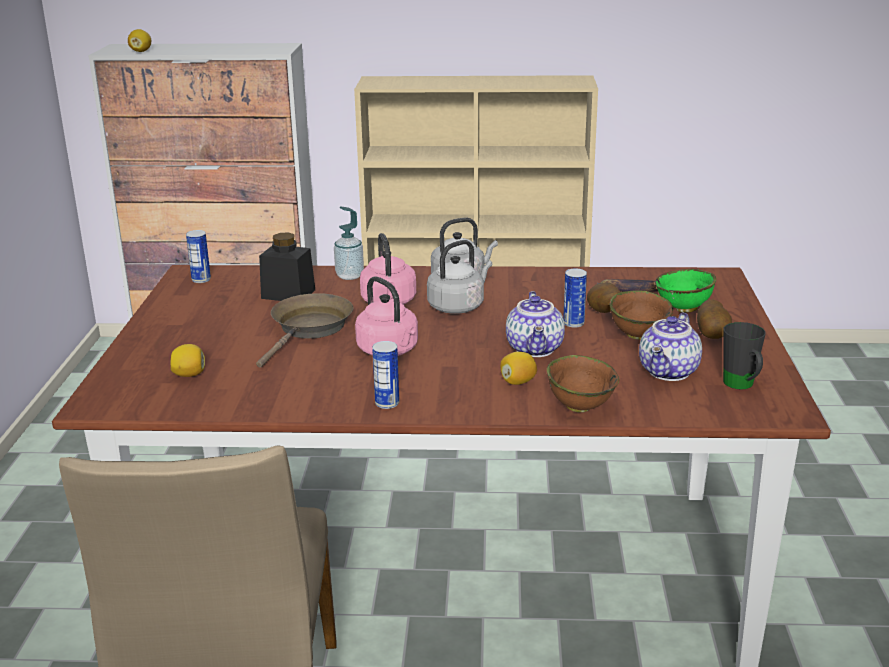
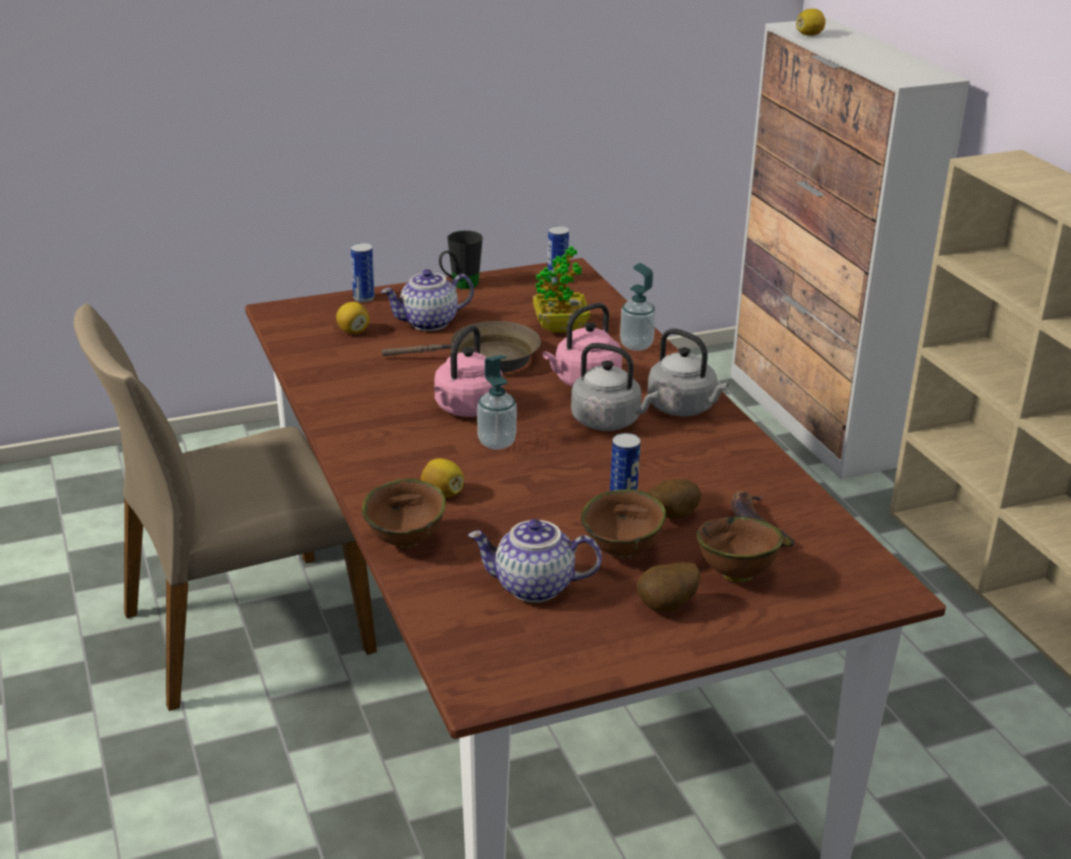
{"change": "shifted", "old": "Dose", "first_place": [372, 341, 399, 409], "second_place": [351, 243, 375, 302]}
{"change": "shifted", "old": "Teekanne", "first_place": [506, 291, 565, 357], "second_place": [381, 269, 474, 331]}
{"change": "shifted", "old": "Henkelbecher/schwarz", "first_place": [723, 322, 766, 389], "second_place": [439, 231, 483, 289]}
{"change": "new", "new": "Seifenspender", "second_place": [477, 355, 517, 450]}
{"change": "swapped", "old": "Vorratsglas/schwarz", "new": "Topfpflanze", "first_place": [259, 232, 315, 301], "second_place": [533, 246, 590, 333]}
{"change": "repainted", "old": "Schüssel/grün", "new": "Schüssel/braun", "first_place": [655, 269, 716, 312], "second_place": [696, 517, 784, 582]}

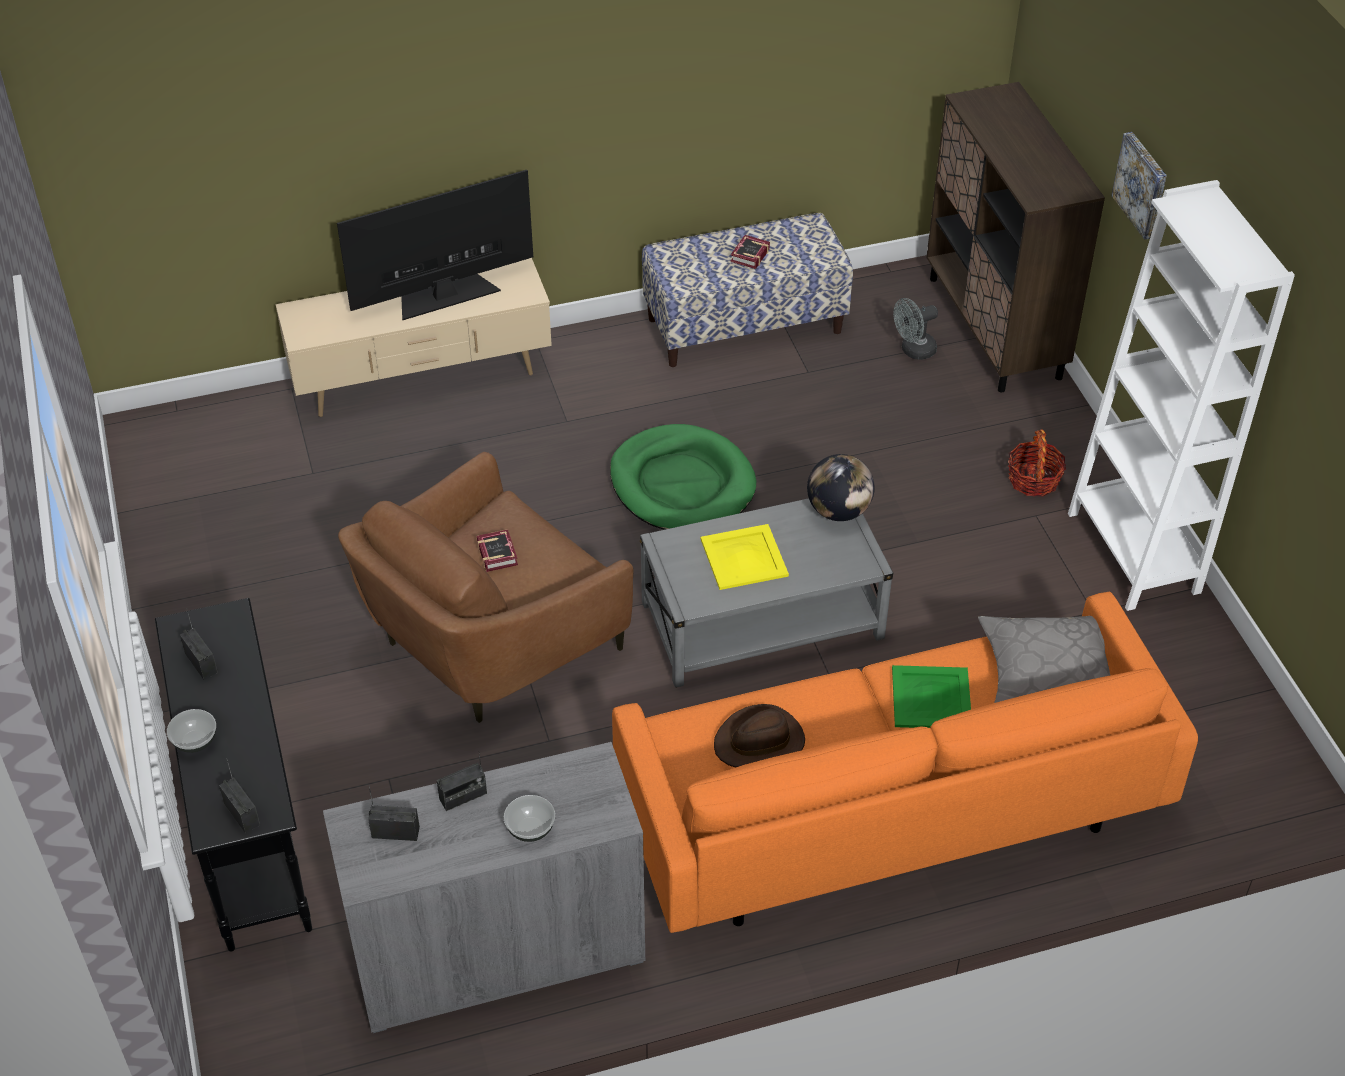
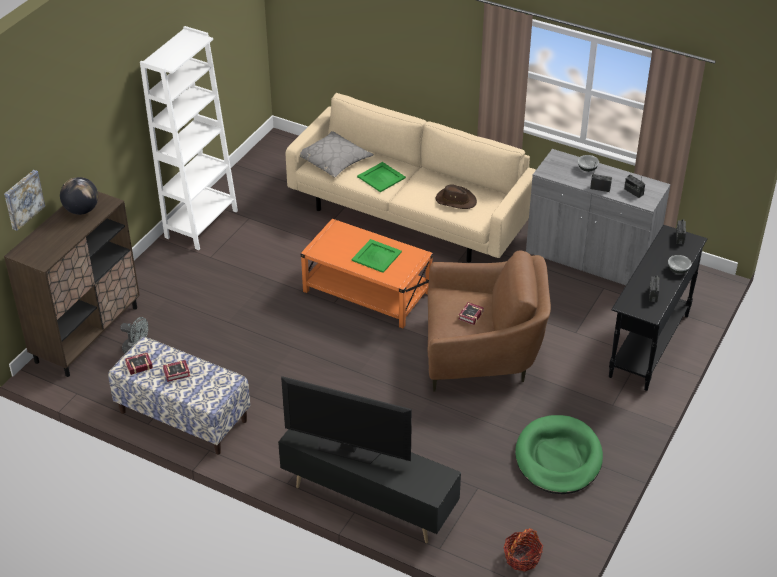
{"change": "shifted", "old": "Bild", "first_place": [1111, 132, 1167, 240], "second_place": [4, 170, 45, 231]}
{"change": "shifted", "old": "Globus", "first_place": [807, 454, 875, 521], "second_place": [60, 177, 98, 215]}
{"change": "new", "new": "Buch", "second_place": [125, 353, 153, 375]}
{"change": "repainted", "old": "Fernsehschrank/beige", "new": "Fernsehschrank/schwarz", "first_place": [276, 258, 552, 417], "second_place": [278, 429, 461, 544]}
{"change": "repainted", "old": "Sofa/orange", "new": "Sofa/beige", "first_place": [612, 592, 1198, 933], "second_place": [286, 93, 536, 262]}
{"change": "repainted", "old": "Couchtisch/grau", "new": "Couchtisch/orange", "first_place": [640, 498, 893, 688], "second_place": [301, 219, 433, 328]}
{"change": "repainted", "old": "Tablett/gelb", "new": "Tablett/grün", "first_place": [701, 524, 789, 590], "second_place": [352, 239, 402, 273]}
{"change": "shifted", "old": "Korb", "first_place": [1008, 429, 1066, 497], "second_place": [504, 528, 543, 572]}
{"change": "shifted", "old": "Hundebett/grün", "first_place": [610, 424, 757, 530], "second_place": [515, 415, 603, 494]}

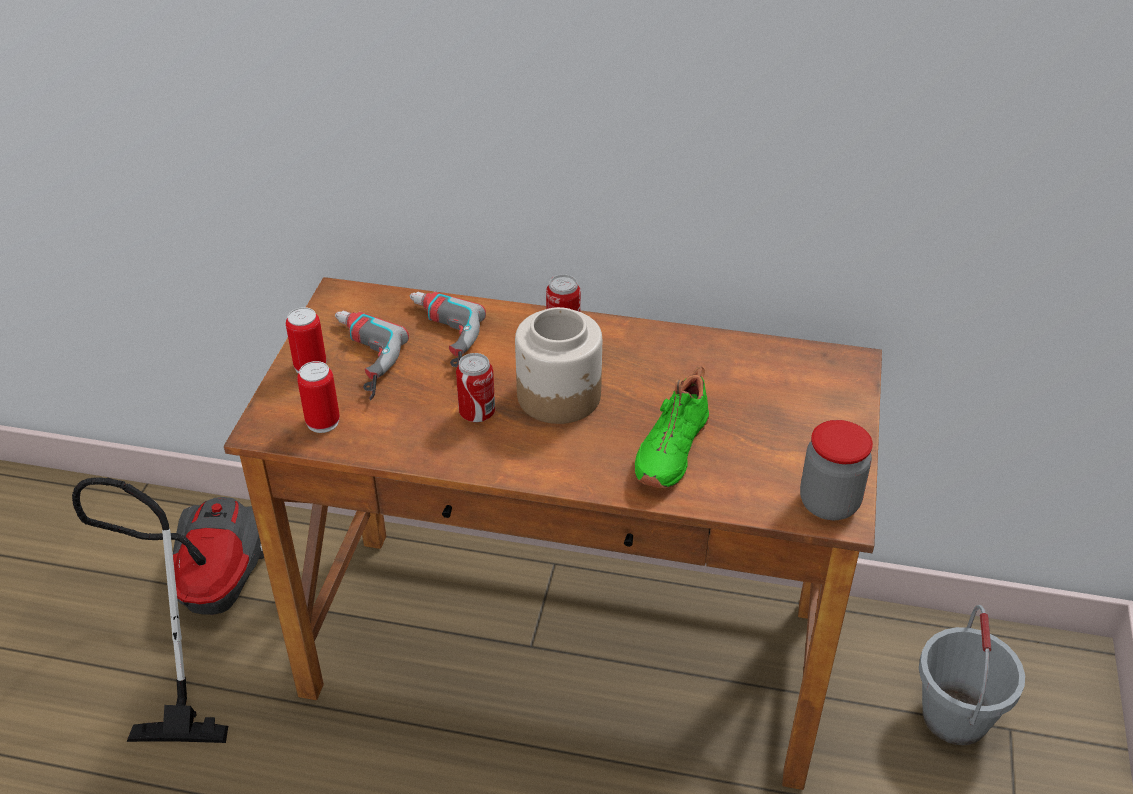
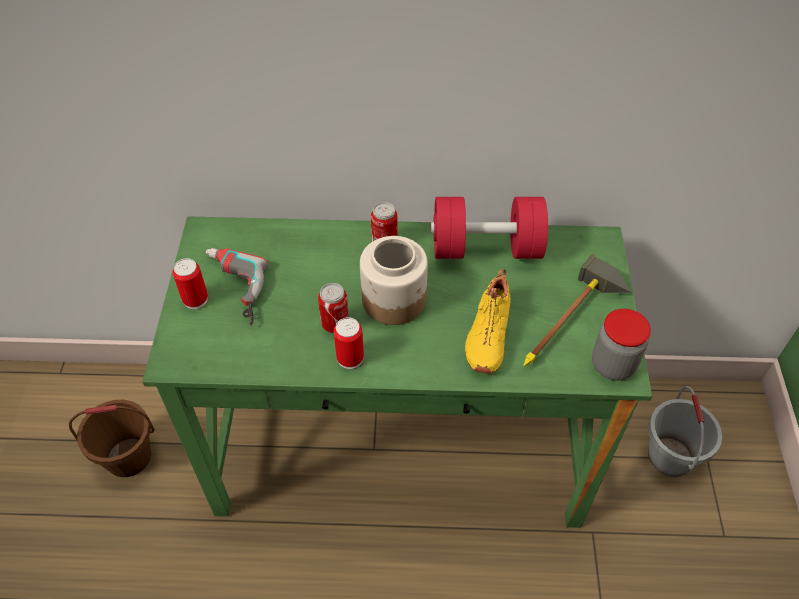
{"change": "swapped", "old": "Staubsauger", "new": "Eimer/braun", "first_place": [72, 477, 264, 743], "second_place": [69, 400, 155, 477]}
{"change": "repainted", "old": "Schreibtisch/braun", "new": "Schreibtisch/grün", "first_place": [224, 277, 882, 790], "second_place": [142, 216, 652, 528]}
{"change": "shifted", "old": "Dose", "first_place": [297, 361, 340, 433], "second_place": [334, 317, 364, 369]}
{"change": "new", "new": "Hantel/rot", "second_place": [431, 197, 548, 259]}
{"change": "repainted", "old": "Schuh/grün", "new": "Schuh/gelb", "first_place": [635, 366, 709, 488], "second_place": [465, 269, 511, 373]}
{"change": "new", "new": "Hammer", "second_place": [523, 254, 632, 367]}
{"change": "gone", "old": "Bohrmaschine", "first_place": [410, 292, 486, 367]}

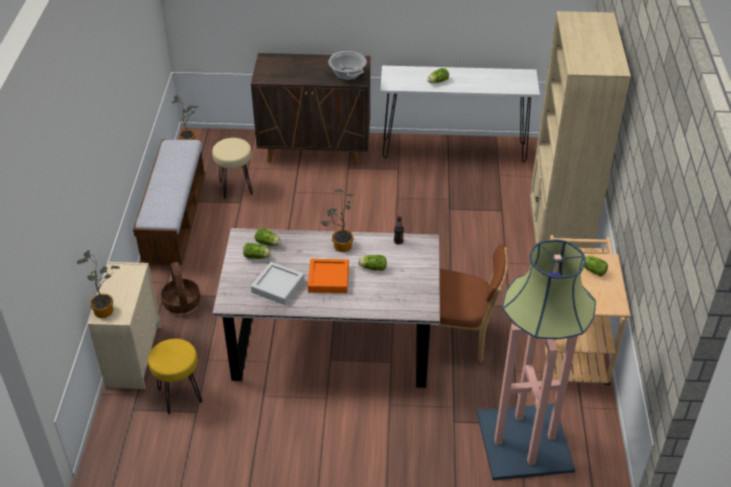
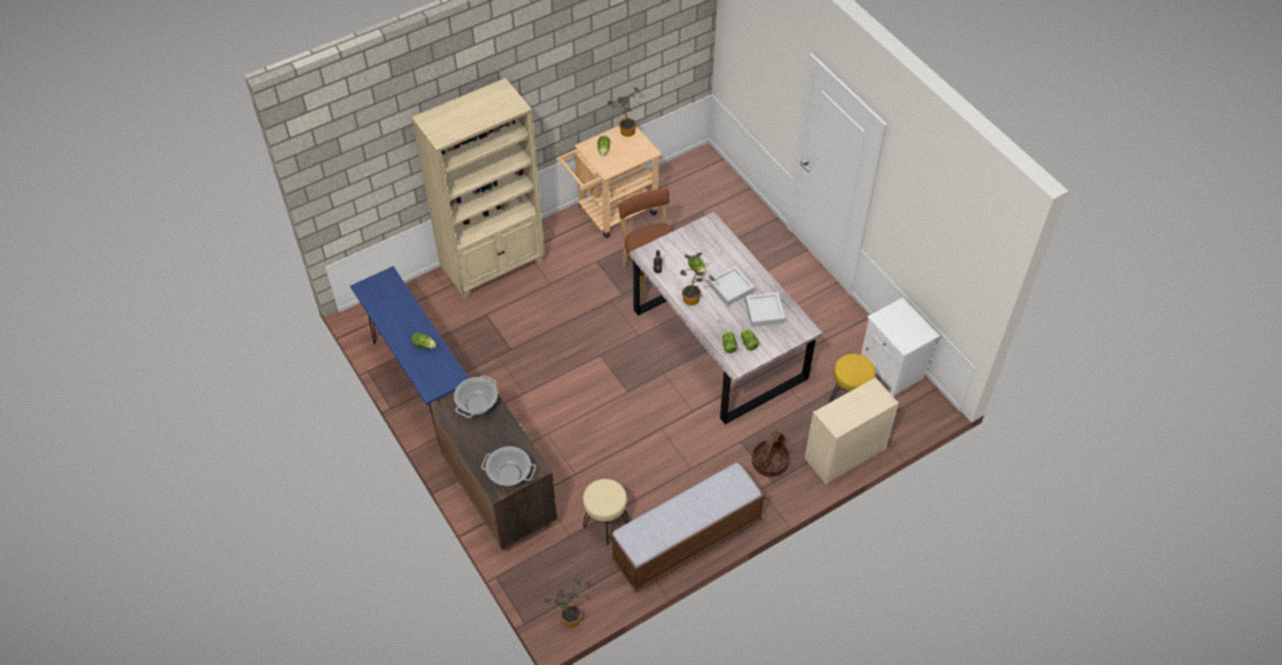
{"change": "repainted", "old": "Konsolentisch/weiß", "new": "Konsolentisch/blau", "first_place": [380, 66, 540, 162], "second_place": [350, 266, 469, 447]}
{"change": "new", "new": "Kochtopf", "second_place": [481, 446, 536, 486]}
{"change": "shifted", "old": "Topfpflanze", "first_place": [77, 250, 120, 318], "second_place": [608, 87, 639, 137]}
{"change": "repainted", "old": "Tablett/orange", "new": "Tablett/grau", "first_place": [308, 259, 349, 293], "second_place": [709, 266, 755, 306]}
{"change": "new", "new": "Nachttisch/weiß", "second_place": [861, 298, 940, 397]}
{"change": "gone", "old": "Stehlampe", "first_place": [477, 239, 596, 480]}

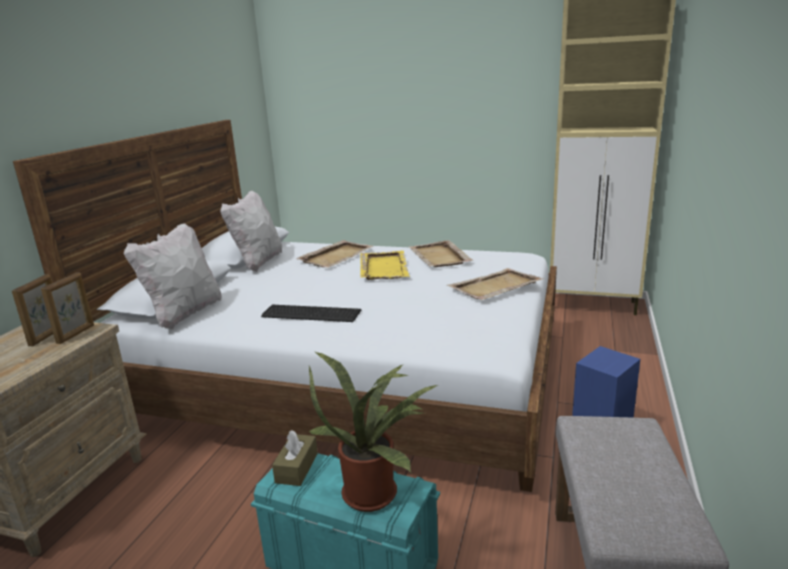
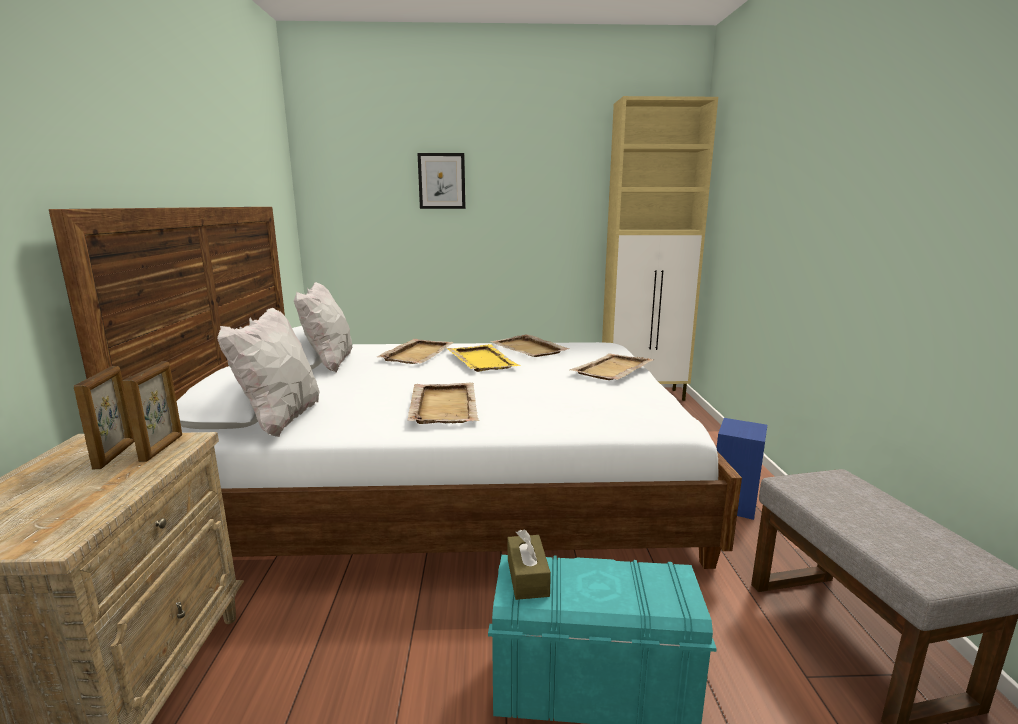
{"change": "swapped", "old": "Tastatur", "new": "Tablett/beige", "first_place": [261, 305, 361, 322], "second_place": [408, 382, 480, 424]}
{"change": "new", "new": "Bild", "second_place": [417, 153, 466, 209]}
{"change": "gone", "old": "Topfpflanze", "first_place": [309, 352, 438, 512]}

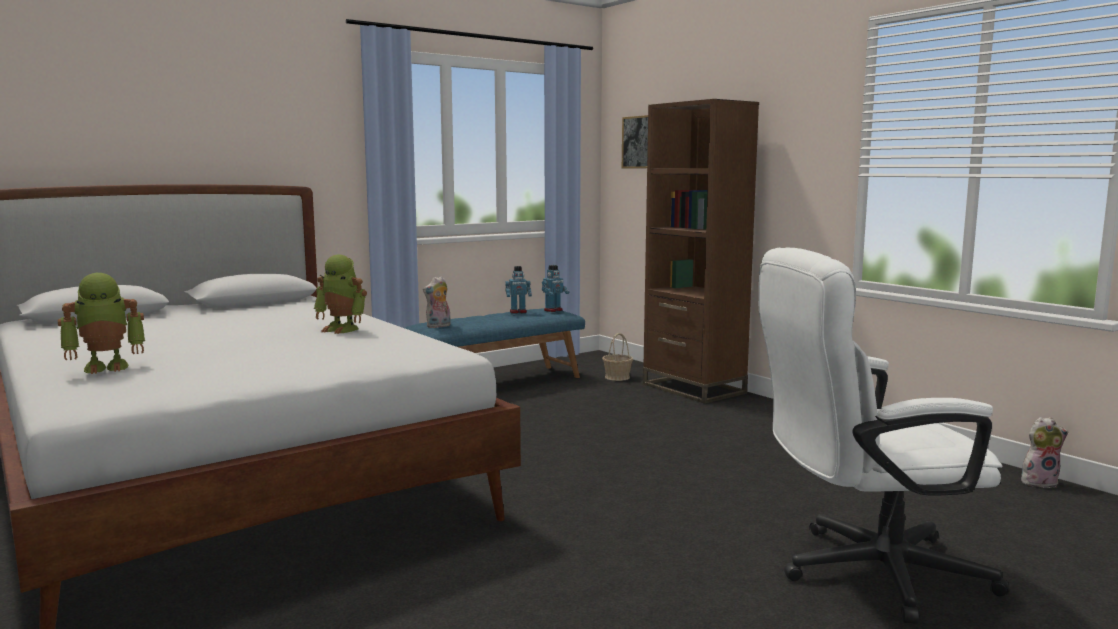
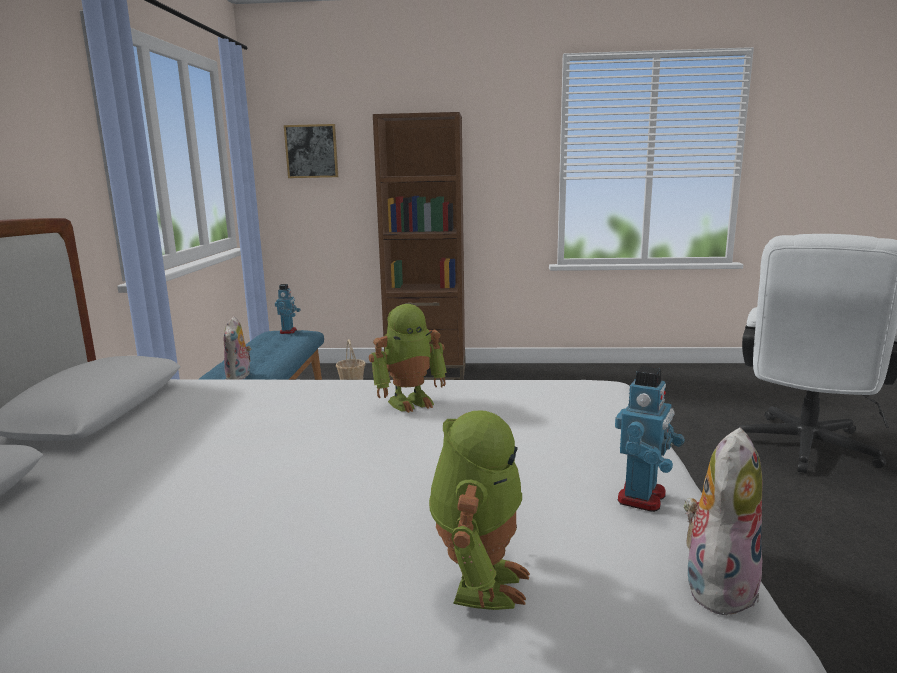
{"change": "shifted", "old": "Spielzeugroboter", "first_place": [505, 266, 532, 314], "second_place": [615, 366, 685, 512]}
{"change": "shifted", "old": "Plüschtier", "first_place": [1021, 417, 1068, 488], "second_place": [684, 428, 763, 620]}

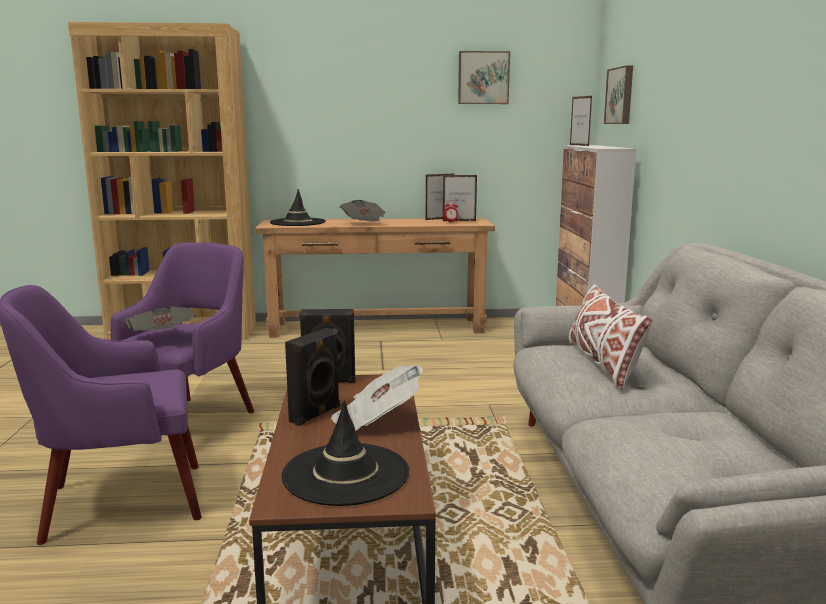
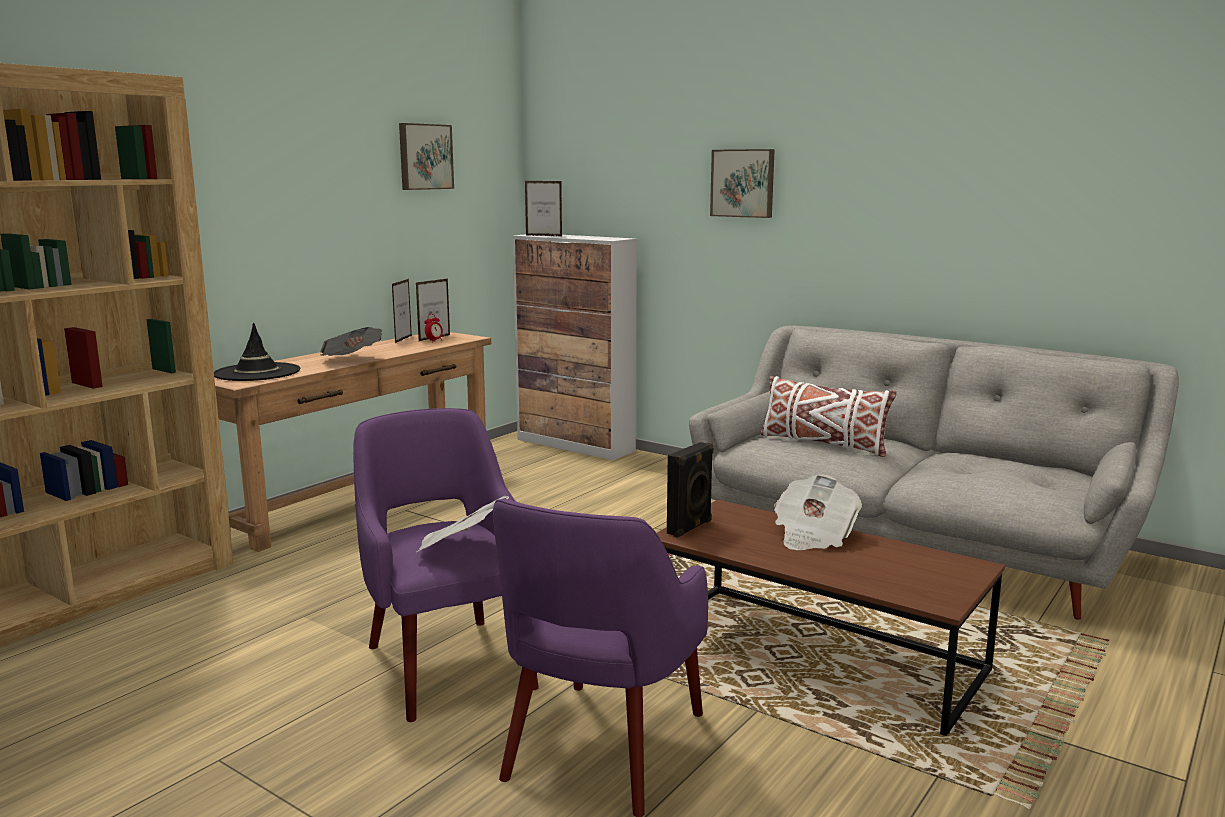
{"change": "shifted", "old": "Bild", "first_place": [604, 65, 633, 124], "second_place": [710, 149, 775, 218]}
{"change": "gone", "old": "Hut/schwarz", "first_place": [282, 400, 409, 506]}
{"change": "gone", "old": "Lautsprecher/schwarz", "first_place": [285, 328, 340, 426]}

